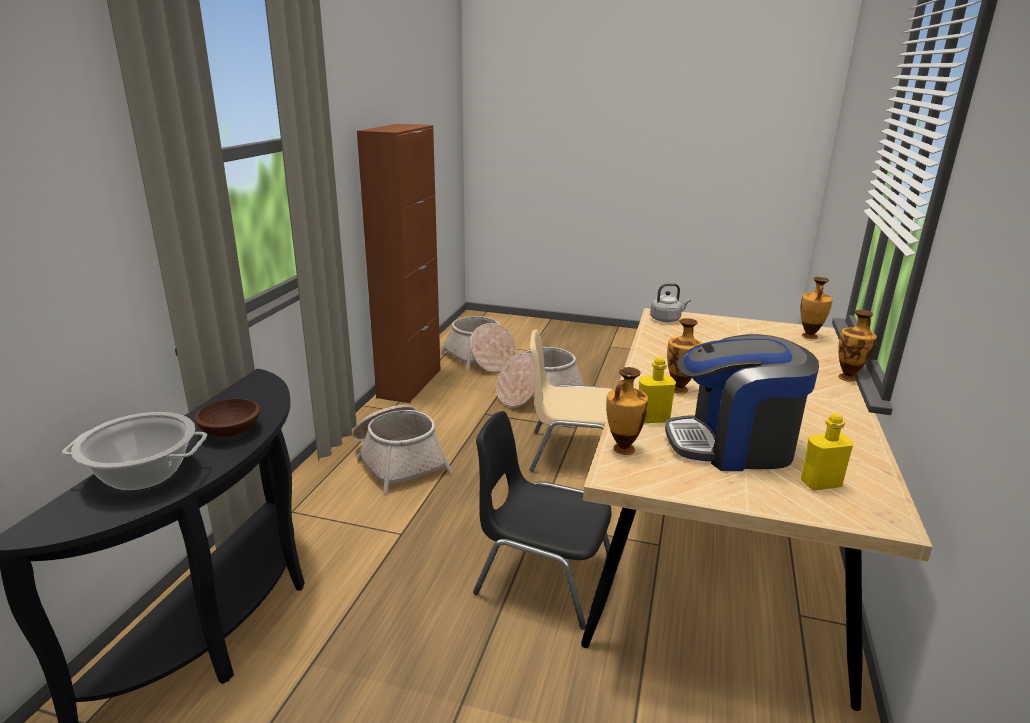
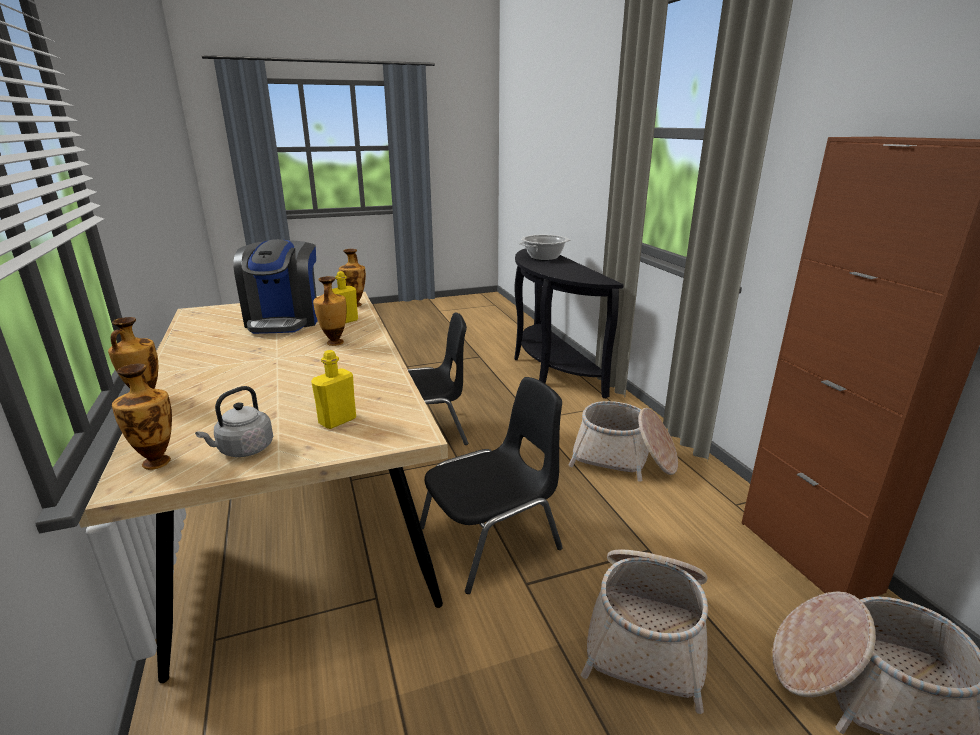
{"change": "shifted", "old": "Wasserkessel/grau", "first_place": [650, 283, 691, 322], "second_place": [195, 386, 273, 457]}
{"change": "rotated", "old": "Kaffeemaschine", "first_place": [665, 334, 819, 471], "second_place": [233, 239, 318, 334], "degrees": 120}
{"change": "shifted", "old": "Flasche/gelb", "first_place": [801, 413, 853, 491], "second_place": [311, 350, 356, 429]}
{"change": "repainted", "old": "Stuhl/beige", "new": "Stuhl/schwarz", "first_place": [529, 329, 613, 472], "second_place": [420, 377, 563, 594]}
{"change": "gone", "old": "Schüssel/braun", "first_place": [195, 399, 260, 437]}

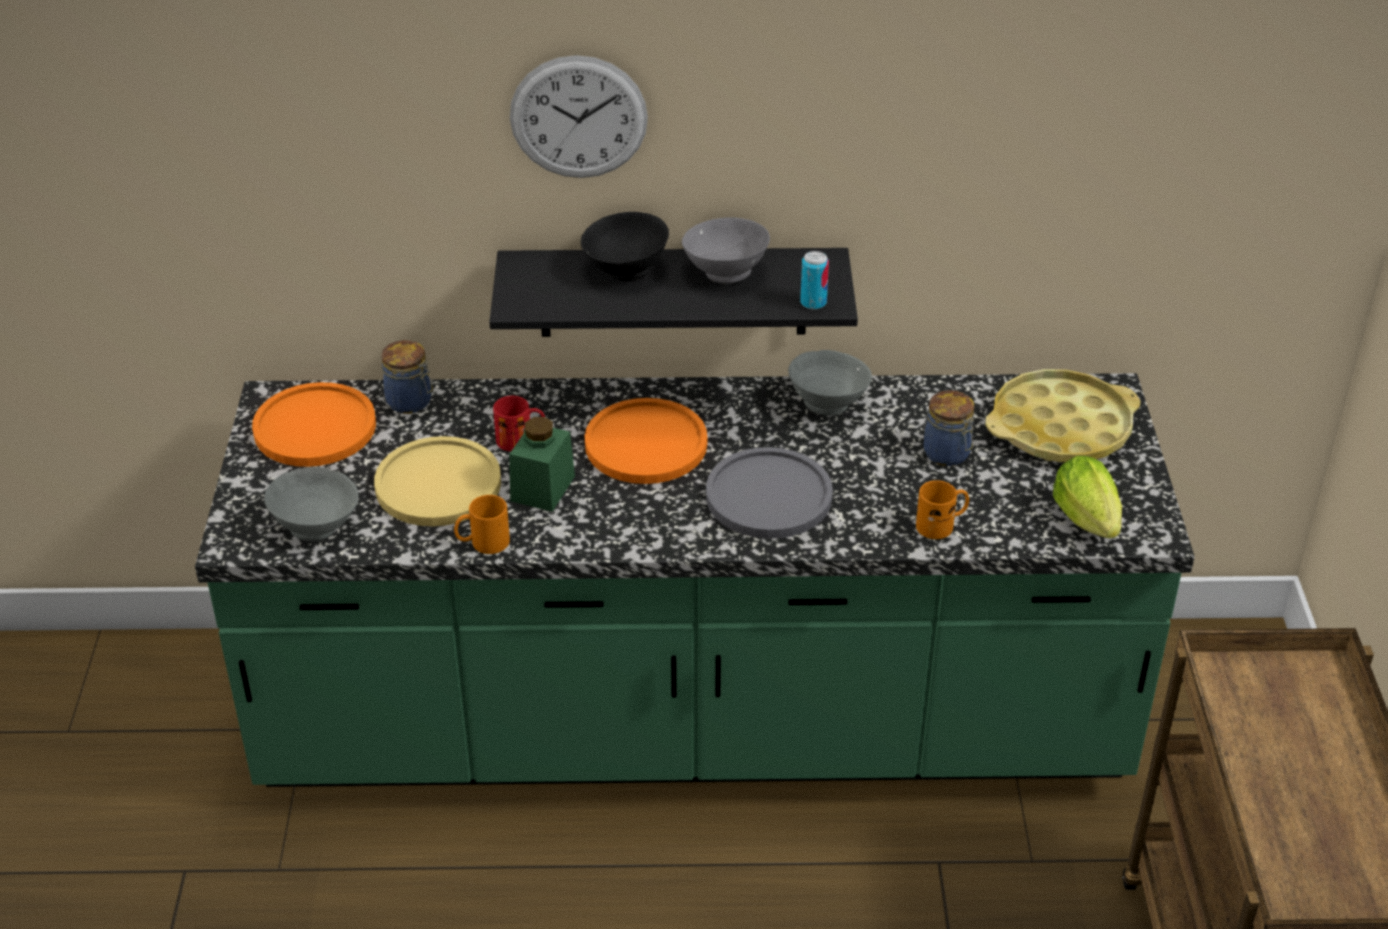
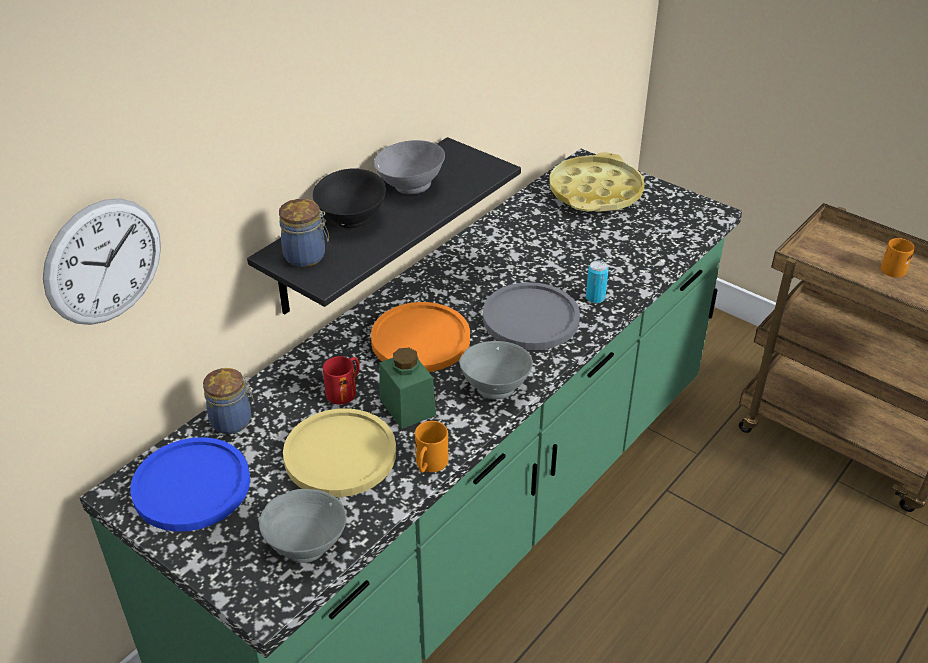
{"change": "shifted", "old": "Wanduhr", "first_place": [510, 55, 648, 178], "second_place": [43, 198, 161, 325]}
{"change": "repainted", "old": "Teller/orange", "new": "Teller/blau", "first_place": [252, 382, 376, 467], "second_place": [131, 437, 250, 532]}
{"change": "shifted", "old": "Vorratsglas", "first_place": [924, 390, 974, 466], "second_place": [279, 199, 329, 267]}
{"change": "shifted", "old": "Schüssel/grau", "first_place": [788, 350, 872, 416], "second_place": [459, 341, 533, 399]}
{"change": "shifted", "old": "Dose", "first_place": [800, 251, 829, 310], "second_place": [586, 260, 609, 304]}
{"change": "shifted", "old": "Henkelbecher/orange", "first_place": [916, 480, 969, 539], "second_place": [881, 238, 915, 278]}
{"change": "gone", "old": "Salatkopf", "first_place": [1053, 456, 1122, 538]}

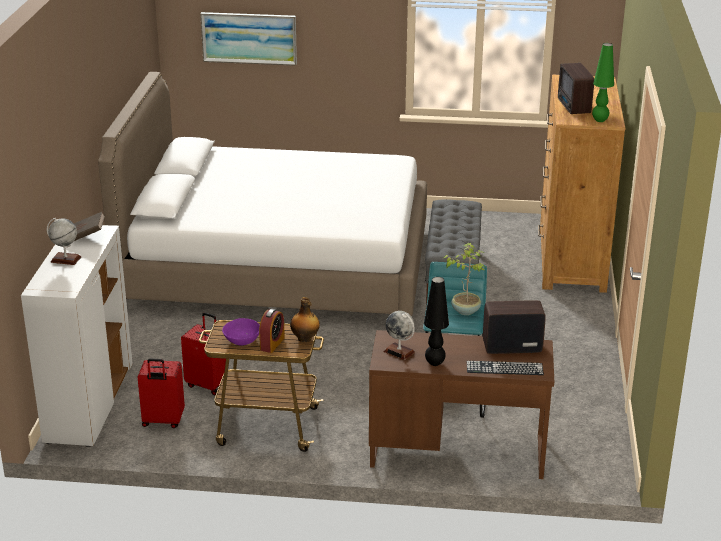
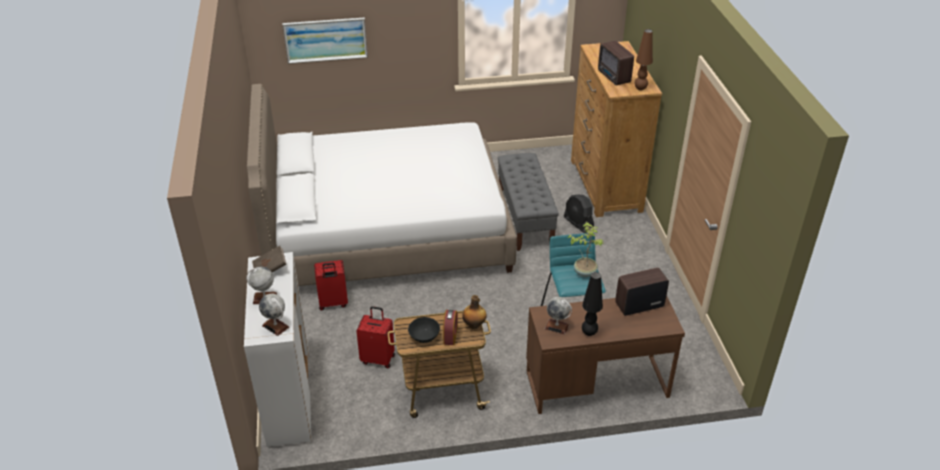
{"change": "new", "new": "Globus", "second_place": [259, 294, 289, 336]}
{"change": "shifted", "old": "Koffer/rot", "first_place": [138, 359, 185, 428], "second_place": [314, 260, 348, 310]}
{"change": "repainted", "old": "Schüssel/lila", "new": "Schüssel/schwarz", "first_place": [222, 318, 260, 345], "second_place": [408, 317, 440, 343]}
{"change": "new", "new": "Ventilator/schwarz", "second_place": [564, 194, 594, 233]}
{"change": "repainted", "old": "Tischlampe/grün", "new": "Tischlampe/braun", "first_place": [592, 43, 614, 122], "second_place": [635, 29, 653, 91]}
{"change": "gone", "old": "Tastatur", "first_place": [467, 361, 544, 375]}

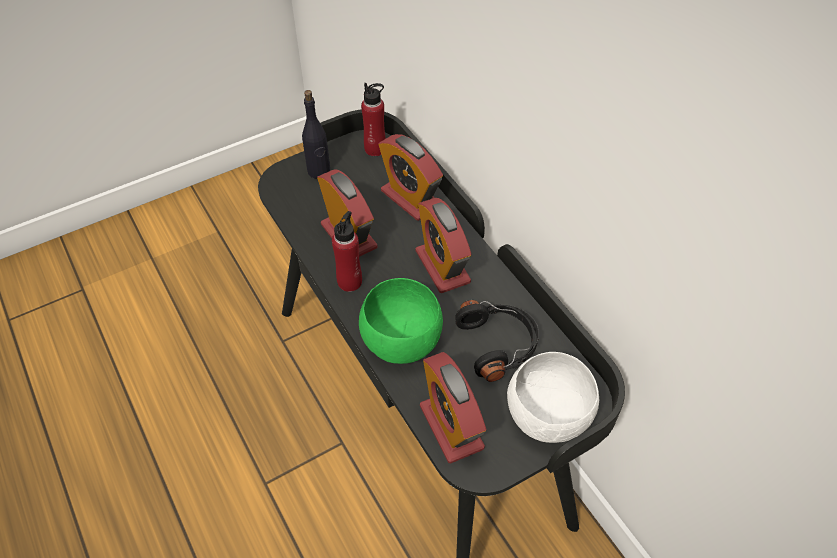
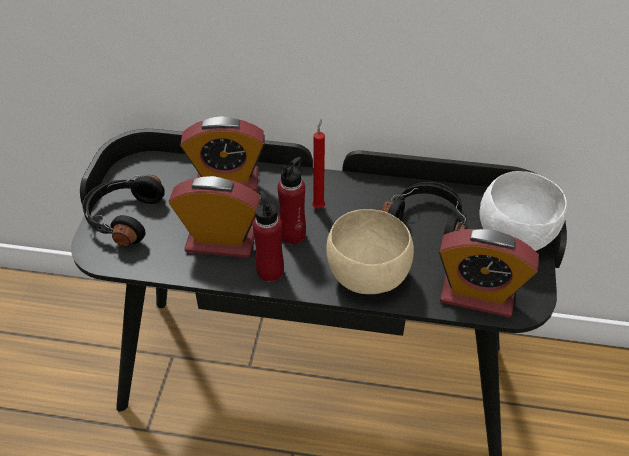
{"change": "swapped", "old": "Flasche/schwarz", "new": "Kopfhörer/schwarz", "first_place": [302, 90, 330, 179], "second_place": [82, 175, 165, 246]}
{"change": "shifted", "old": "Flasche/rot", "first_place": [361, 83, 386, 156], "second_place": [277, 157, 306, 244]}
{"change": "swapped", "old": "Wecker", "new": "Kerze/rot", "first_place": [415, 198, 472, 293], "second_place": [312, 119, 325, 209]}
{"change": "repainted", "old": "Schüssel/grün", "new": "Schüssel/beige", "first_place": [359, 278, 443, 364], "second_place": [326, 209, 414, 294]}

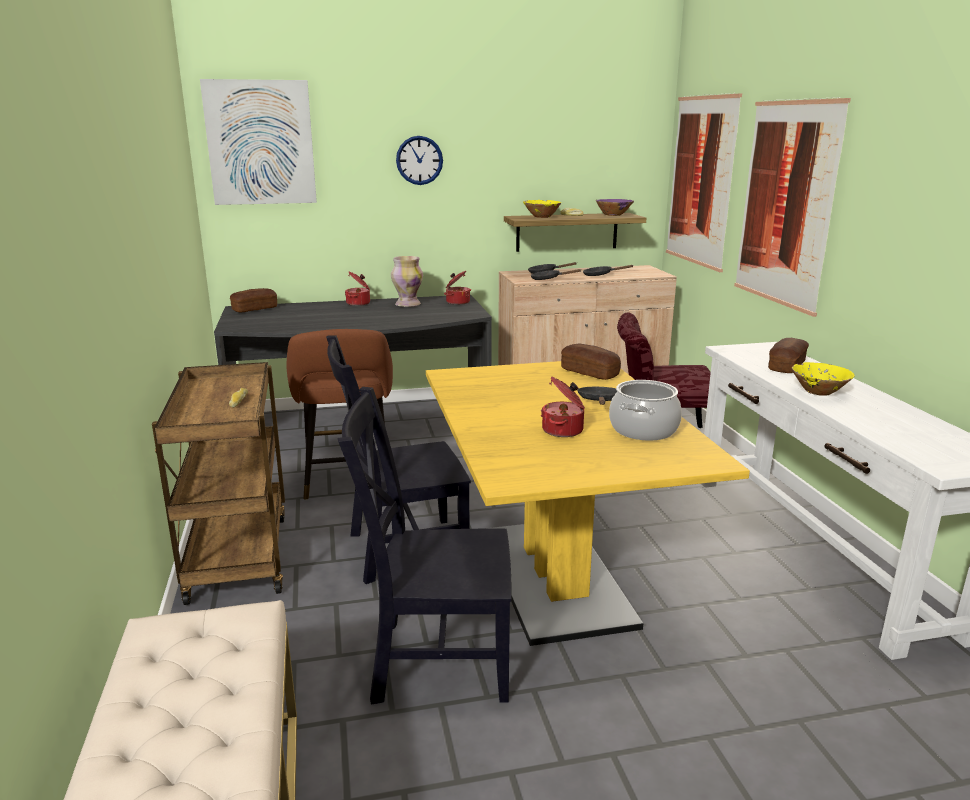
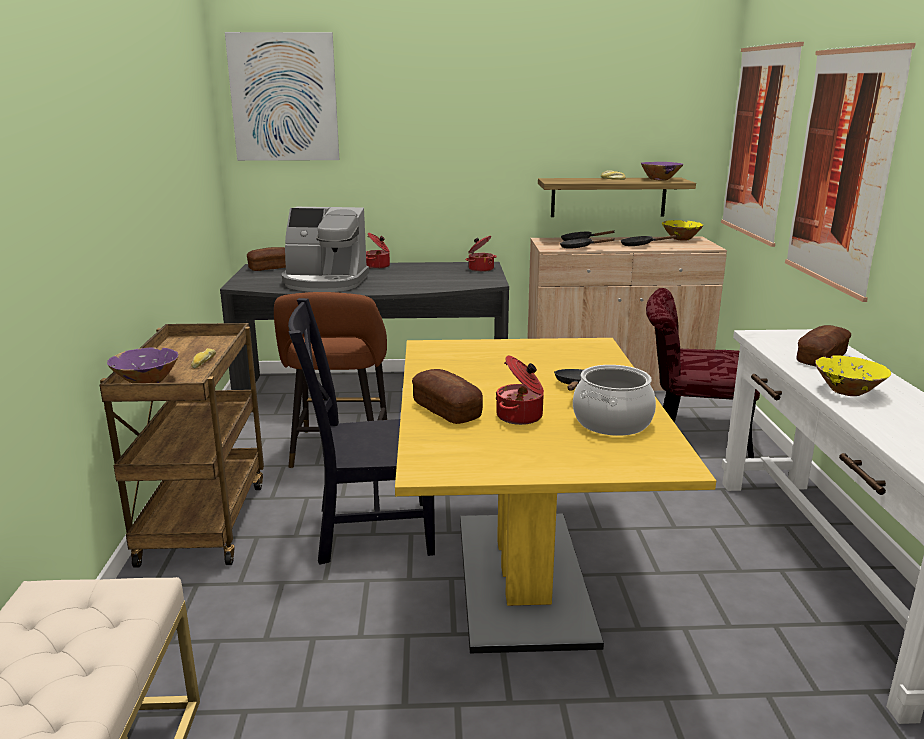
{"change": "new", "new": "Schüssel/lila", "second_place": [107, 347, 179, 383]}
{"change": "new", "new": "Kaffeemaschine", "second_place": [282, 207, 369, 292]}
{"change": "shifted", "old": "Brot", "first_place": [561, 344, 621, 380], "second_place": [412, 369, 483, 424]}
{"change": "shifted", "old": "Schüssel/gelb", "first_place": [523, 200, 561, 218], "second_place": [662, 220, 703, 241]}
{"change": "gone", "old": "Stuhl/schwarz", "first_place": [338, 387, 511, 705]}
{"change": "gone", "old": "Vase", "first_place": [391, 256, 423, 307]}
{"change": "gone", "old": "Wanduhr", "first_place": [396, 136, 443, 185]}

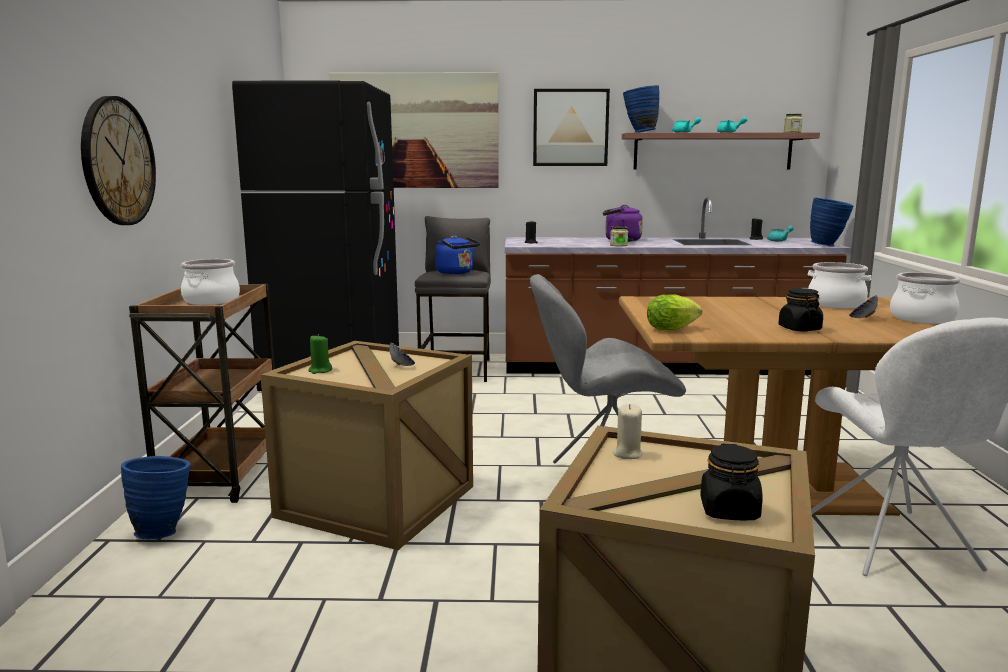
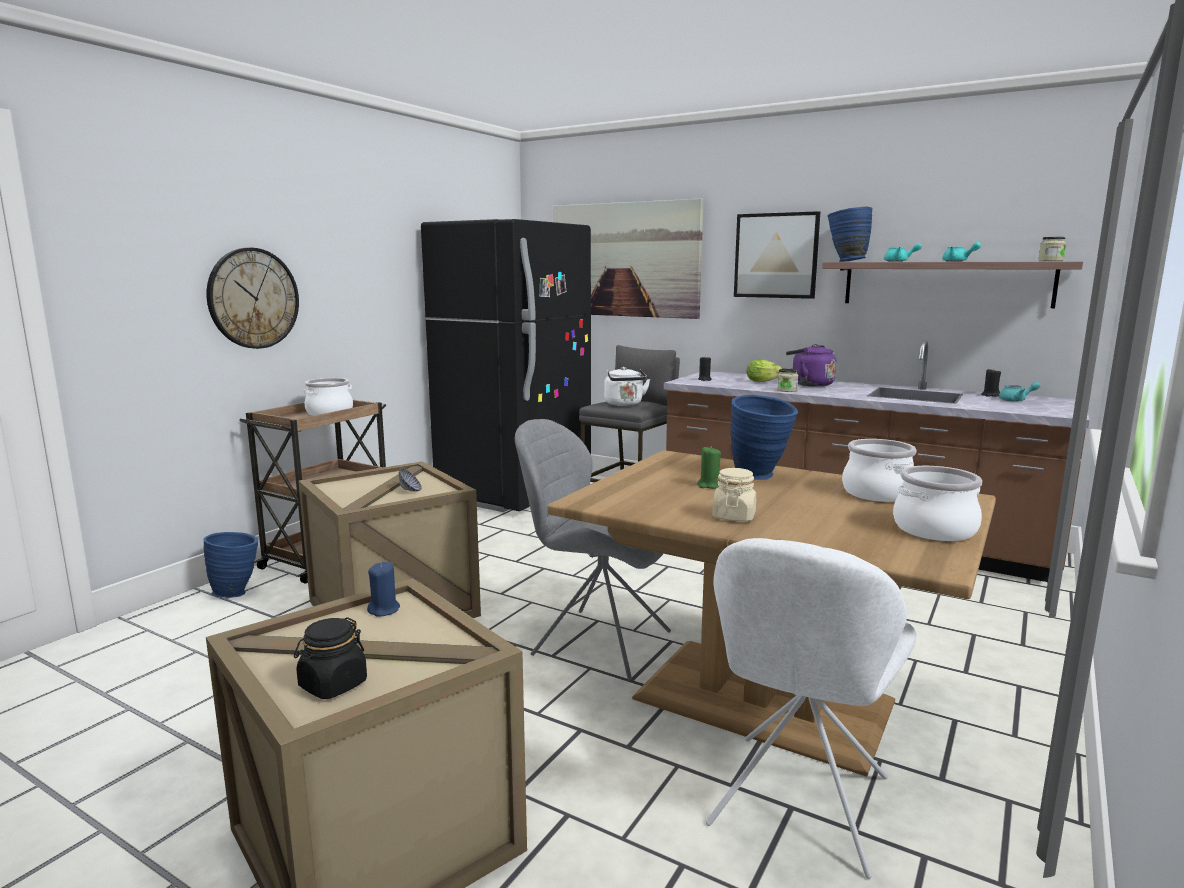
{"change": "repainted", "old": "Kerze/beige", "new": "Kerze/blau", "first_place": [613, 404, 643, 459], "second_place": [367, 562, 400, 617]}
{"change": "repainted", "old": "Wasserkessel/blau", "new": "Wasserkessel/weiß", "first_place": [435, 235, 480, 274], "second_place": [604, 367, 650, 406]}
{"change": "shifted", "old": "Kerze/grün", "first_place": [308, 334, 332, 374], "second_place": [697, 446, 721, 489]}
{"change": "repainted", "old": "Vorratsglas/schwarz", "new": "Vorratsglas/beige", "first_place": [778, 288, 823, 331], "second_place": [713, 468, 756, 521]}
{"change": "shifted", "old": "Vase/blau", "first_place": [810, 198, 853, 247], "second_place": [730, 395, 798, 480]}
{"change": "shifted", "old": "Salatkopf", "first_place": [647, 294, 702, 330], "second_place": [747, 359, 783, 382]}
{"change": "gone", "old": "Schüssel", "first_place": [849, 295, 878, 318]}

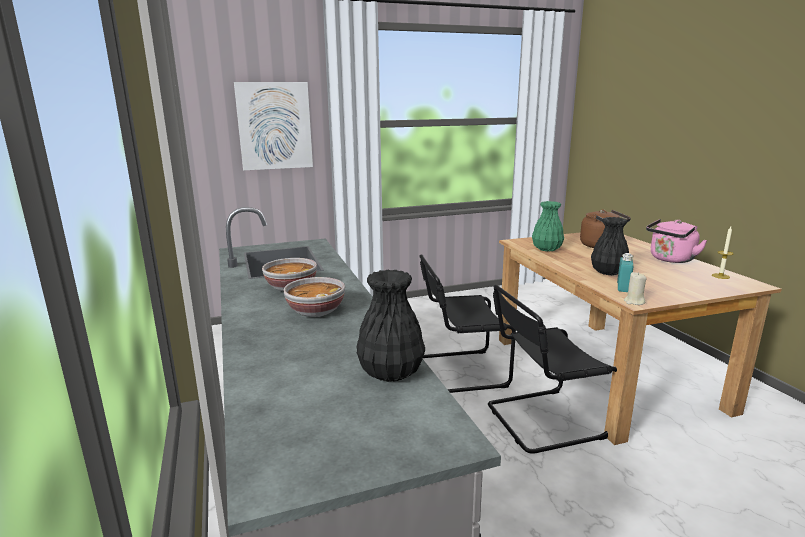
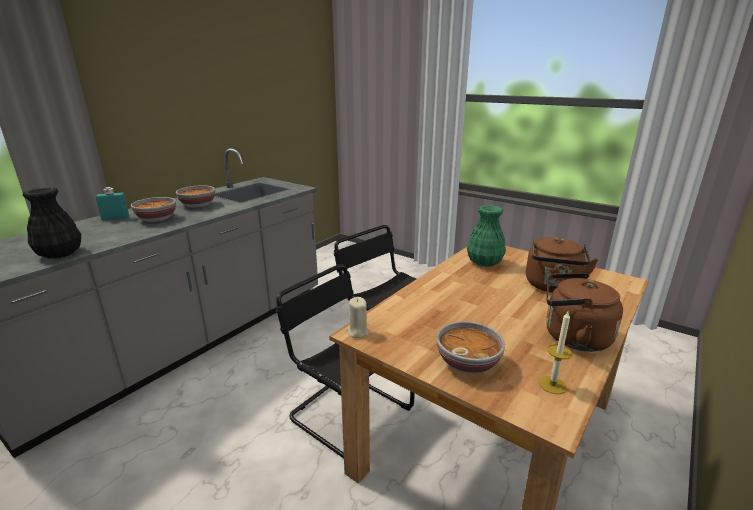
{"change": "shifted", "old": "Flasche/türkis", "first_place": [617, 253, 634, 292], "second_place": [95, 187, 129, 220]}
{"change": "new", "new": "Schüssel", "second_place": [436, 321, 505, 374]}
{"change": "repainted", "old": "Wasserkessel/rosa", "new": "Wasserkessel/braun", "first_place": [646, 219, 708, 263], "second_place": [546, 273, 623, 352]}
{"change": "gone", "old": "Bild", "first_place": [234, 82, 313, 170]}
{"change": "gone", "old": "Vase/schwarz", "first_place": [591, 217, 629, 275]}

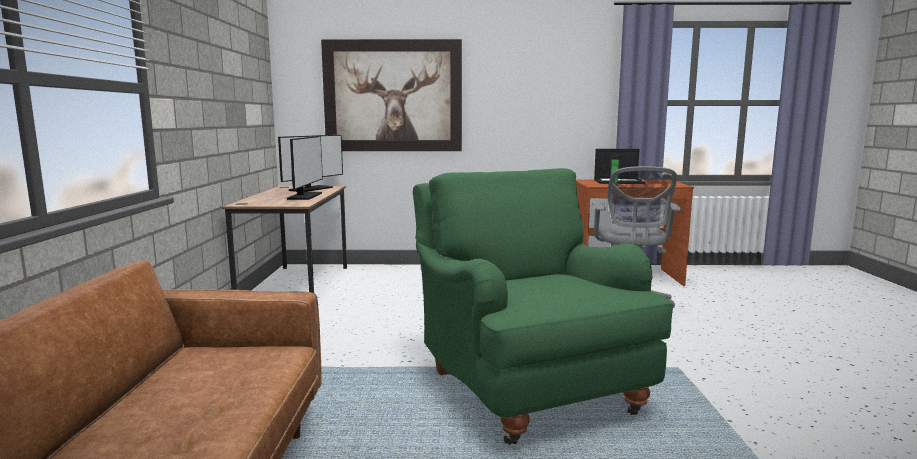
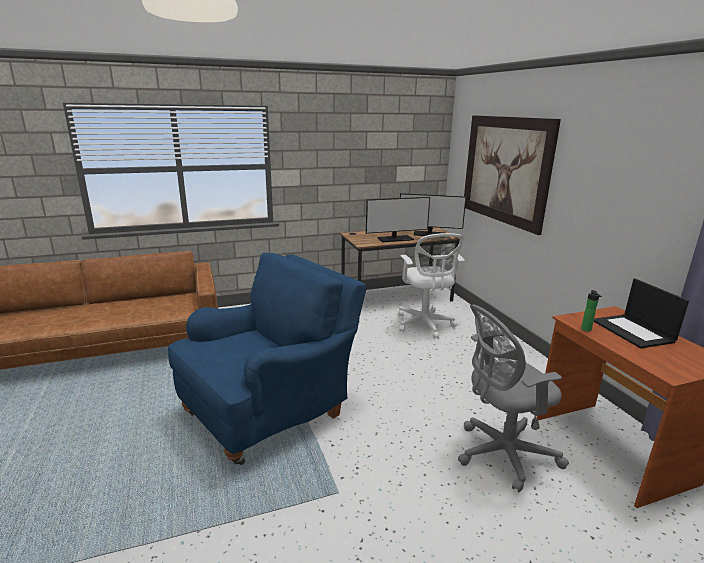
{"change": "repainted", "old": "Sessel/grün", "new": "Sessel/blau", "first_place": [413, 168, 673, 445], "second_place": [168, 253, 367, 465]}
{"change": "new", "new": "Bürostuhl/weiß", "second_place": [399, 233, 465, 339]}

